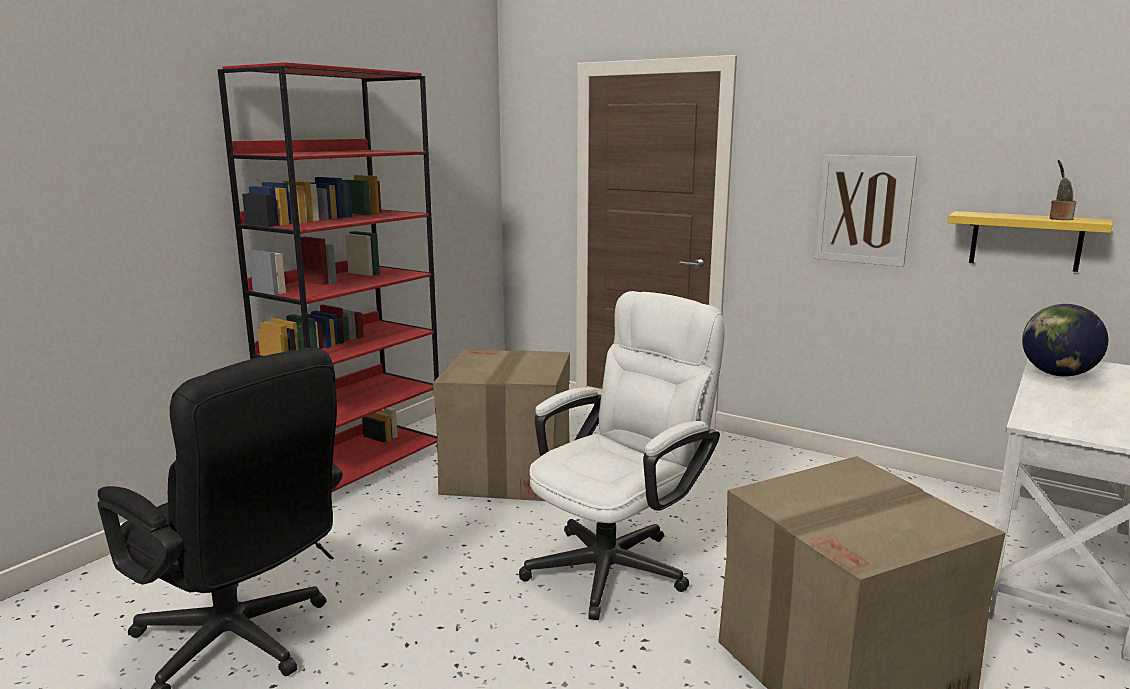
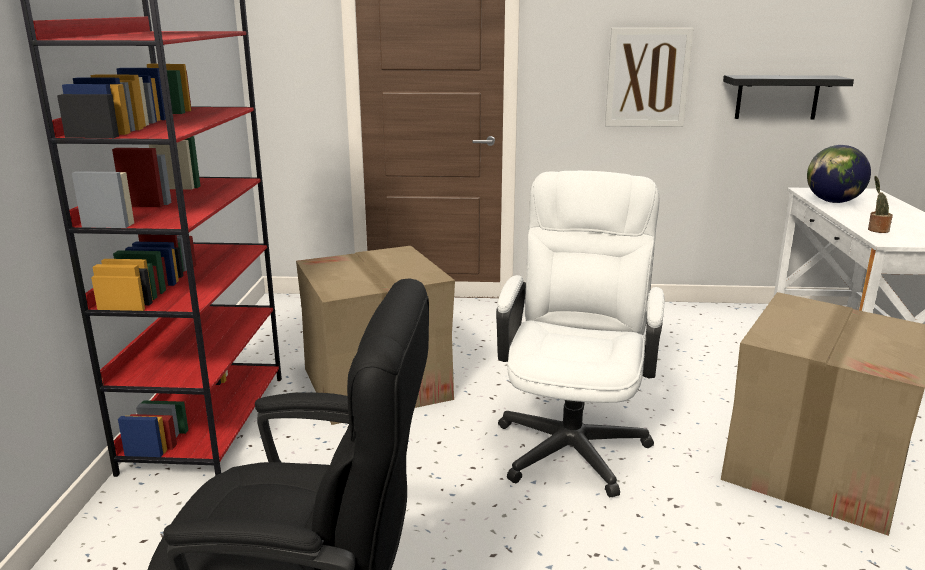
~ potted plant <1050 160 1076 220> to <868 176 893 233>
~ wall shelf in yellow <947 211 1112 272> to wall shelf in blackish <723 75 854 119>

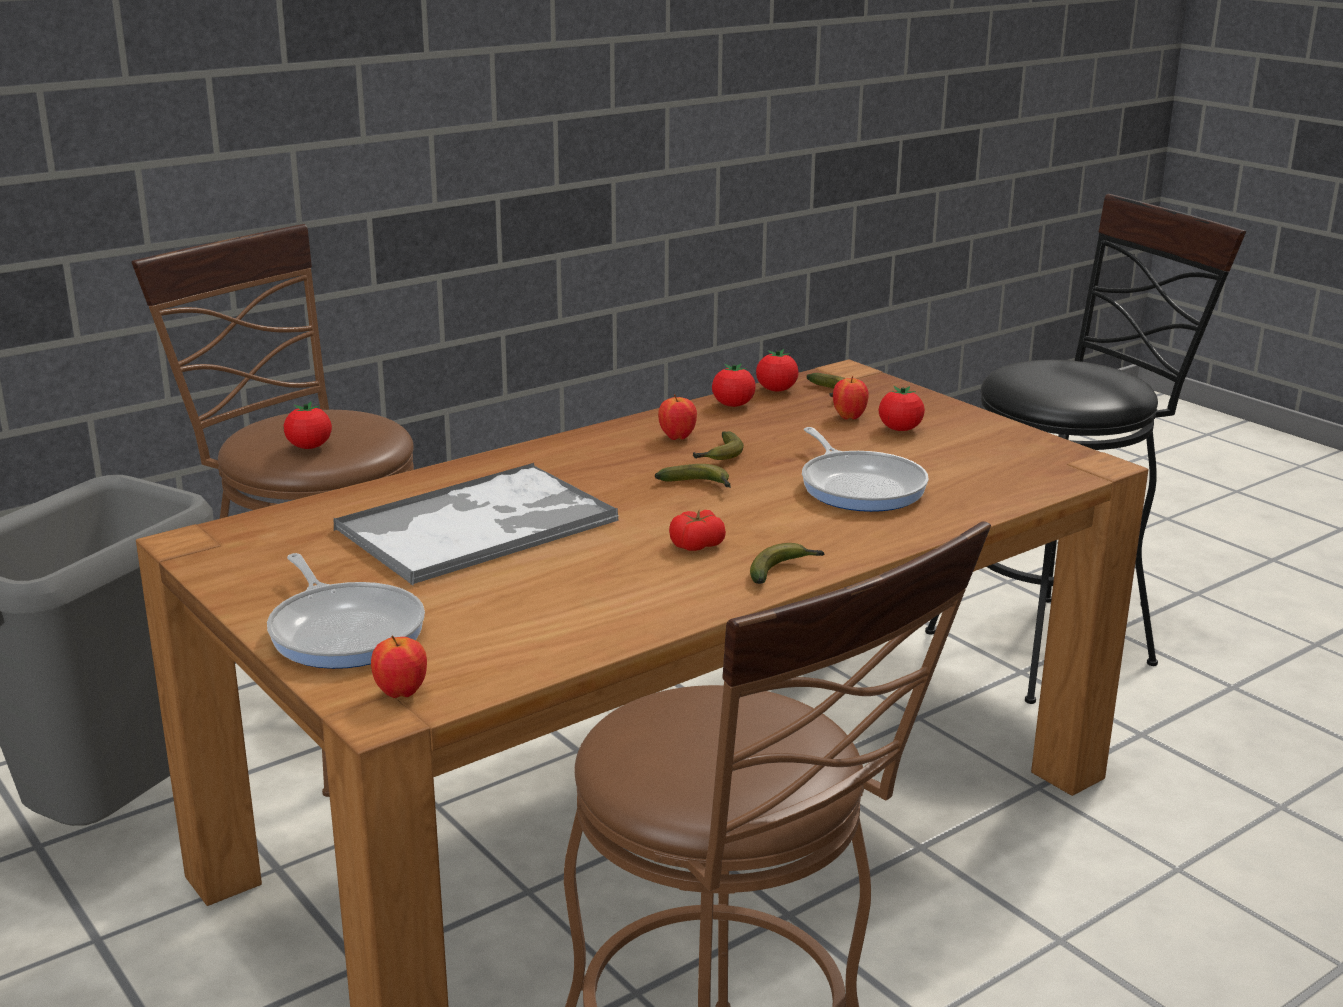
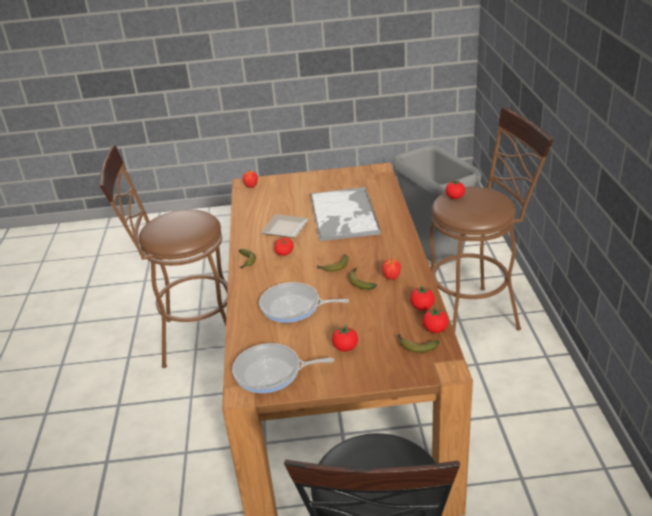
- whole apple <833 376 869 419>
~ frying pan <267 553 425 669> to <232 343 334 393>
+ plate <261 214 309 238>

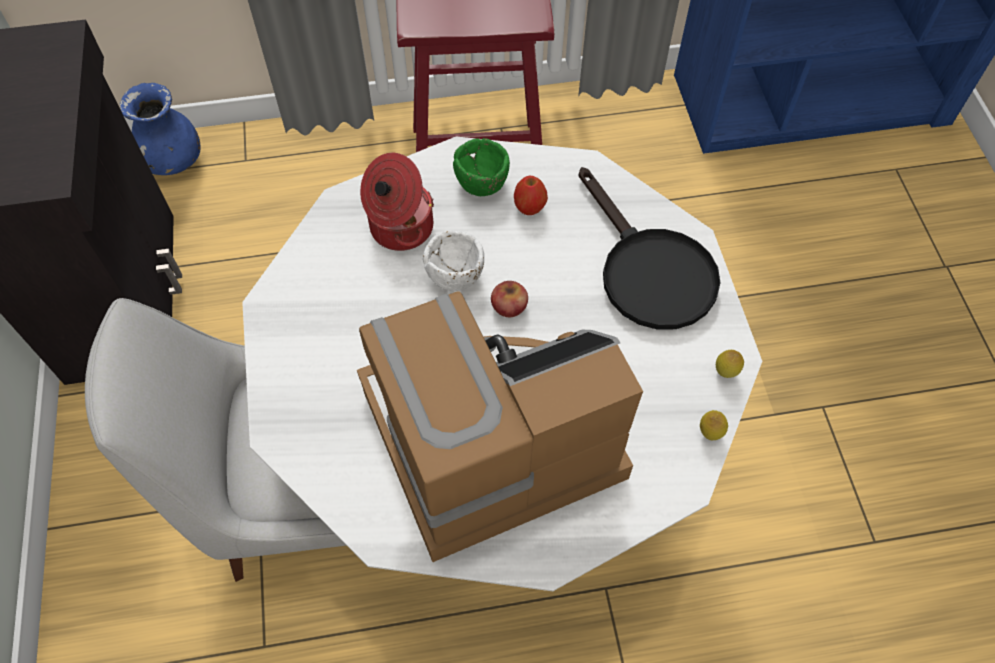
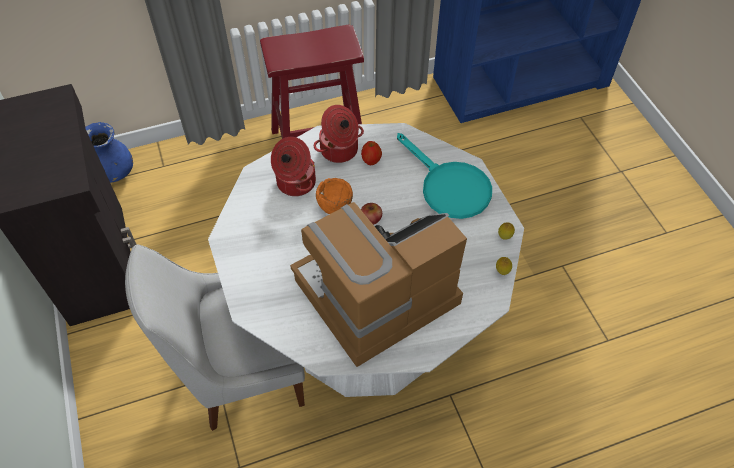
~ serving bowl in greenish <453 138 510 196> to cooking pot <314 105 364 163>
~ frying pan in blackish <579 167 721 330> to frying pan in blue-green <397 133 492 219>
~ serving bowl in white <423 230 484 291> to serving bowl in orangey <316 178 353 214>

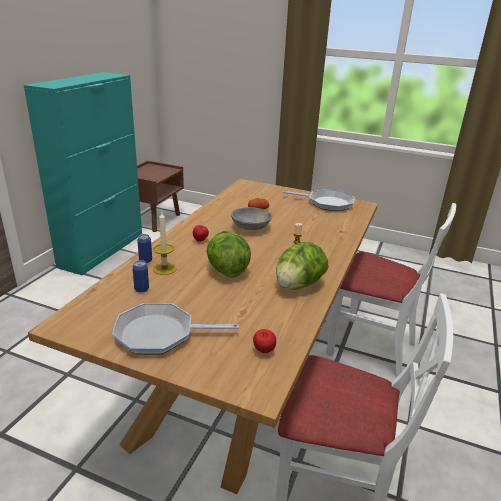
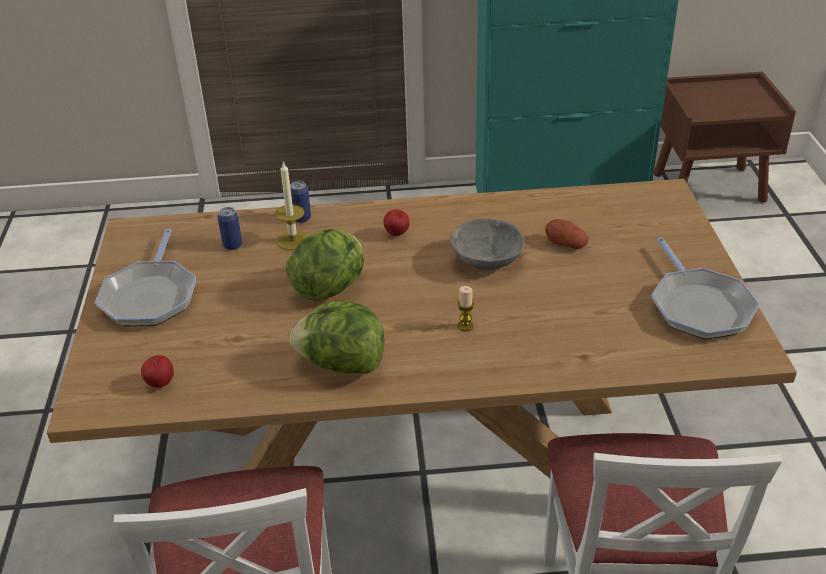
~ frying pan <112 303 239 355> = <95 229 196 326> 150 degrees counterclockwise

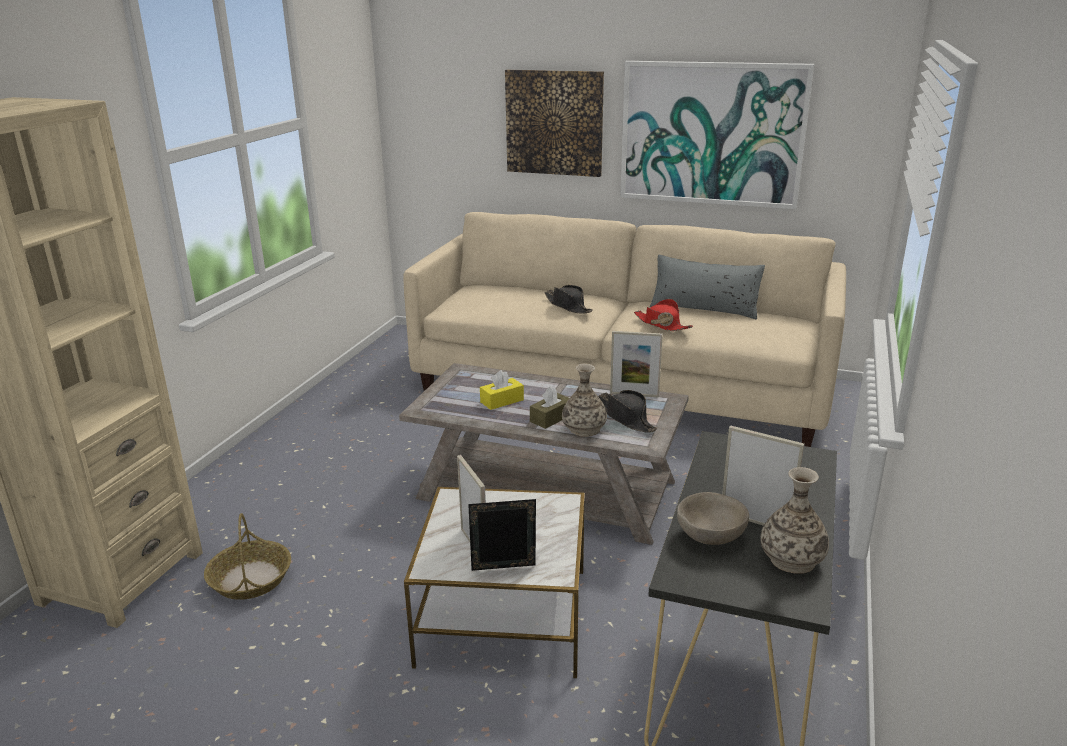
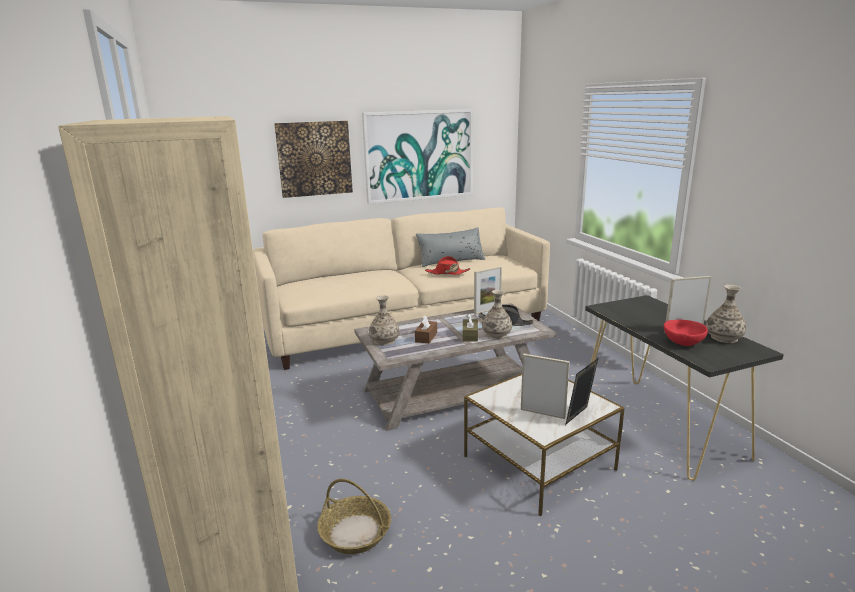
- wearable hat in blackish <544 285 593 314>
~ tissue holder in yellow <480 370 524 410> to tissue holder in brown-coloured <415 315 437 344>
~ serving bowl in beige <677 492 749 545> to serving bowl in red-coloured <664 320 708 346>
+ flower vase <369 296 399 345>

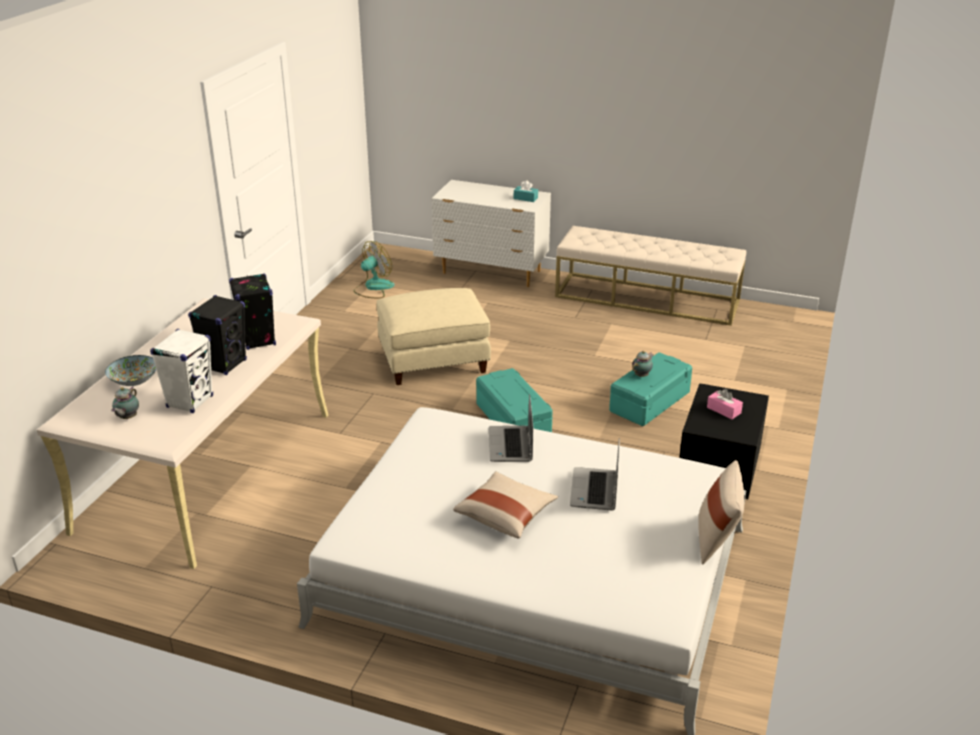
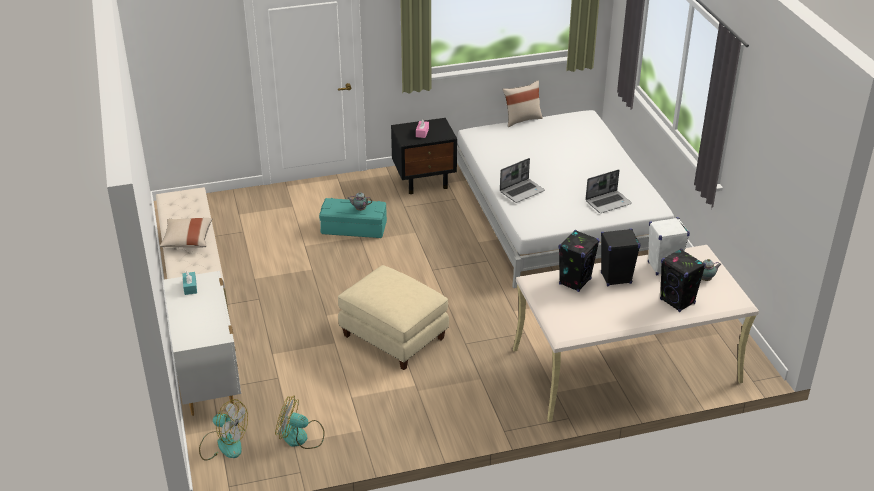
~ serving bowl <105 355 156 386> to loudspeaker in blackish <660 249 706 312>
- storage bin in blue-green <476 368 553 432>
~ notebook computer <570 438 620 511> to <585 169 632 213>
~ pillow in beige <453 471 558 539> to <159 218 212 248>
+ fan <199 399 248 460>

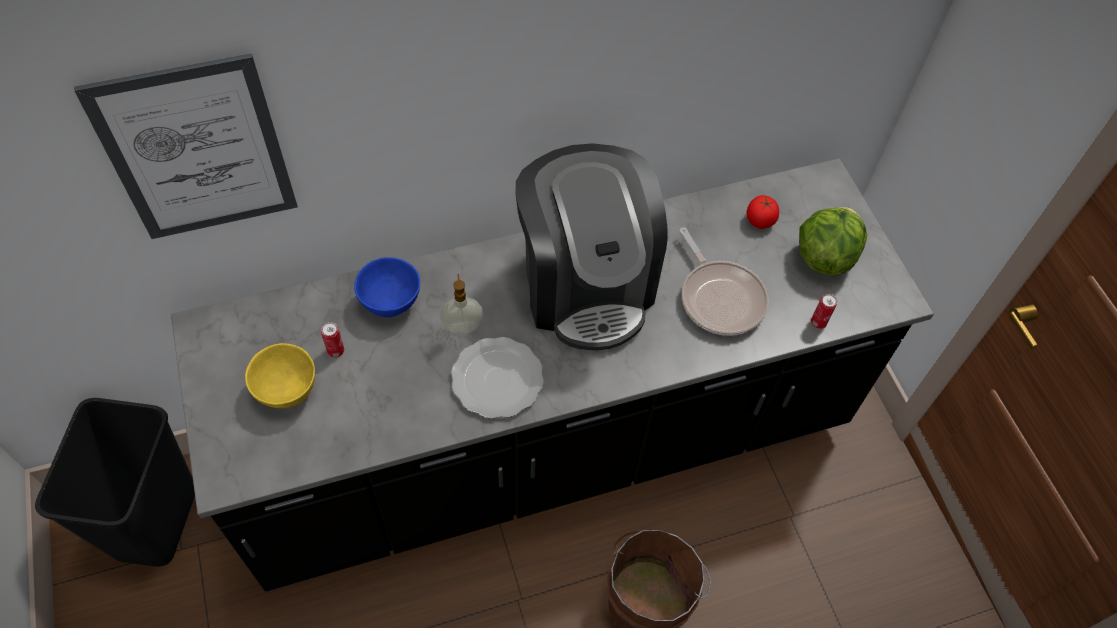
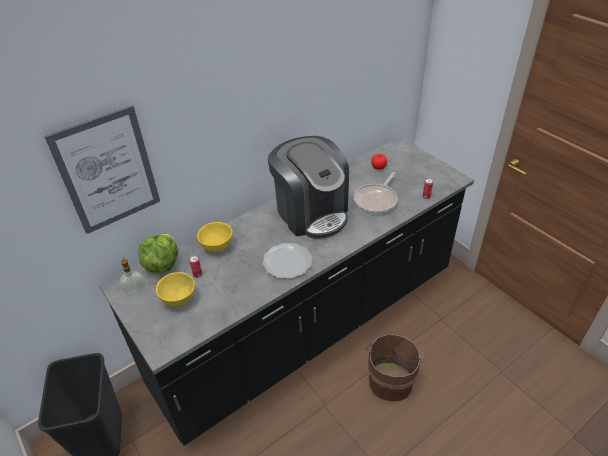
~ head of lettuce <799 207 867 275> to <139 234 178 274>
~ frying pan <679 227 769 336> = <354 172 398 214> 75 degrees clockwise
~ serving bowl in blue-coloured <354 257 420 317> to serving bowl in yellow <197 222 232 252>
~ soap bottle <440 274 484 334> to <119 257 146 296>

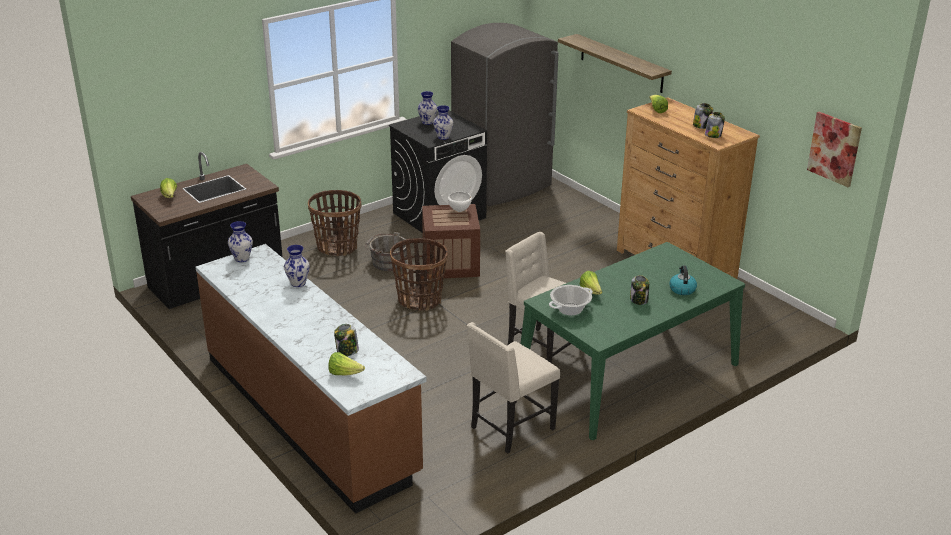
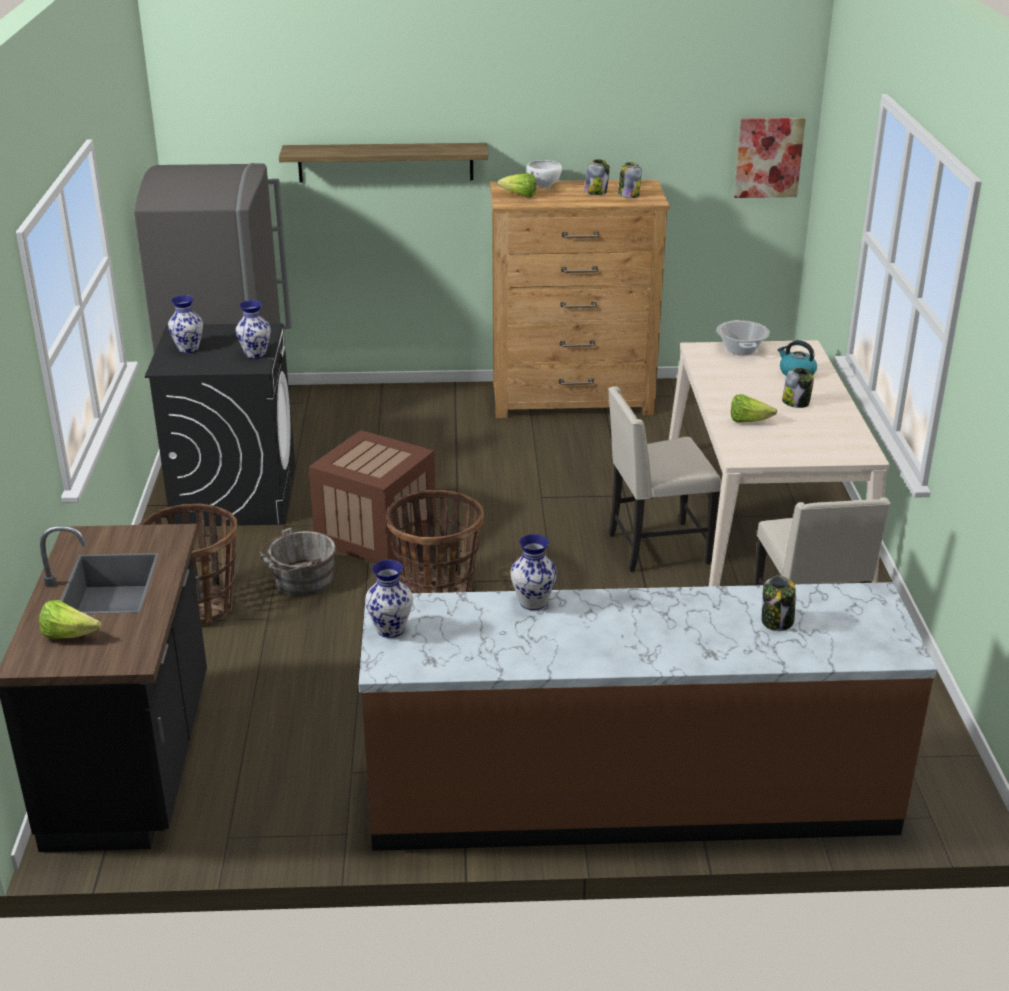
~ serving bowl in white <448 192 472 212> to <527 160 562 188>
~ kitchen table in greenish <520 242 745 440> to kitchen table in beige <669 340 889 586>
~ cooking pot <549 285 593 315> to <716 320 770 355>
- head of lettuce <328 352 365 375>

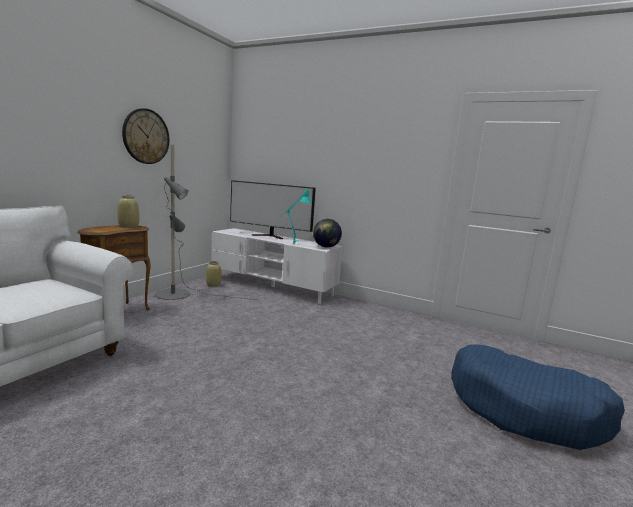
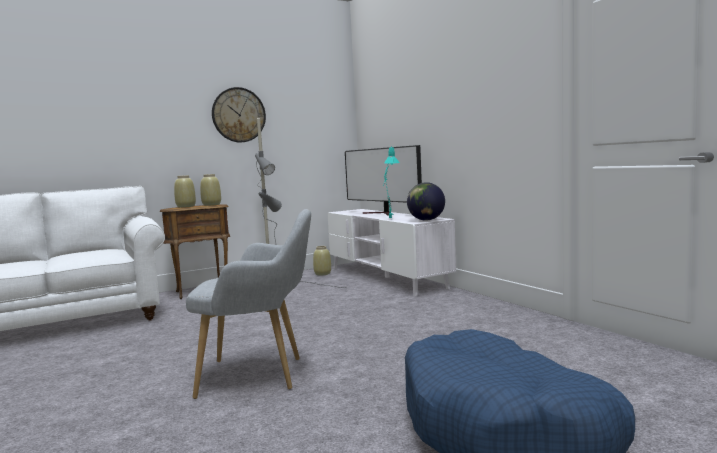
+ flower vase in beige <174 175 196 208>
+ easy chair in gray <186 209 311 399>

